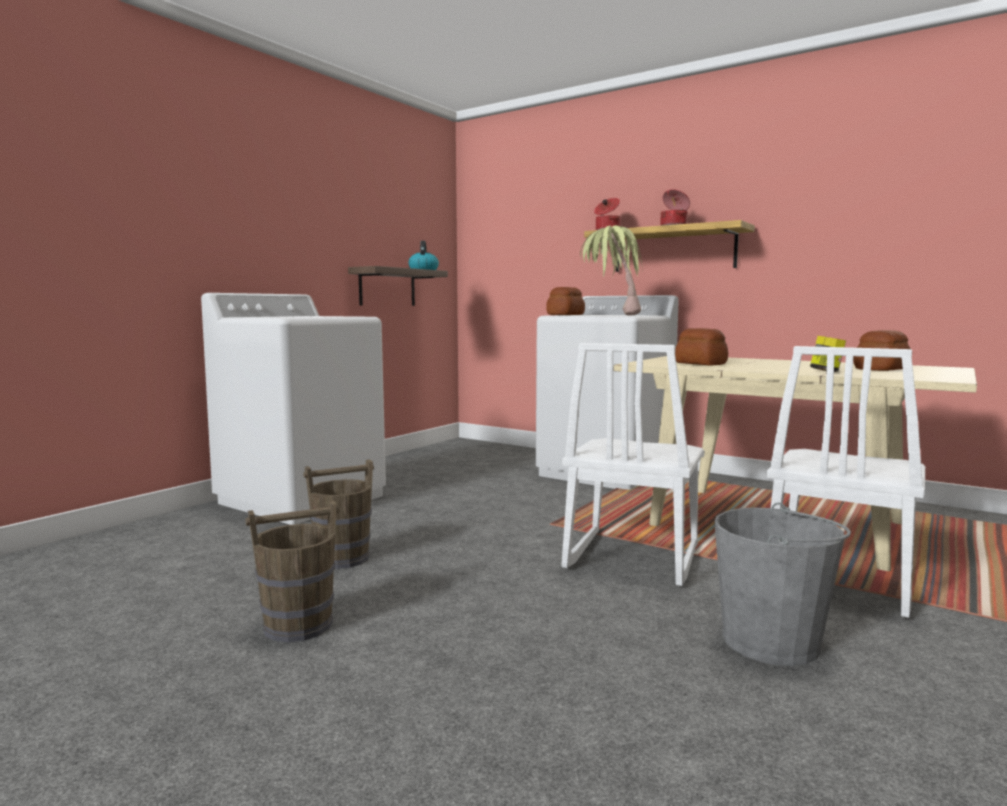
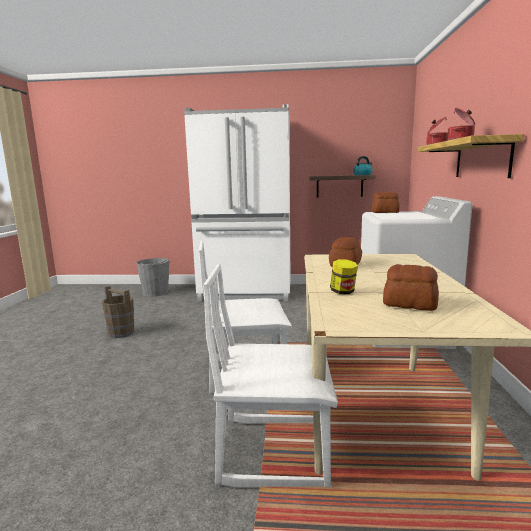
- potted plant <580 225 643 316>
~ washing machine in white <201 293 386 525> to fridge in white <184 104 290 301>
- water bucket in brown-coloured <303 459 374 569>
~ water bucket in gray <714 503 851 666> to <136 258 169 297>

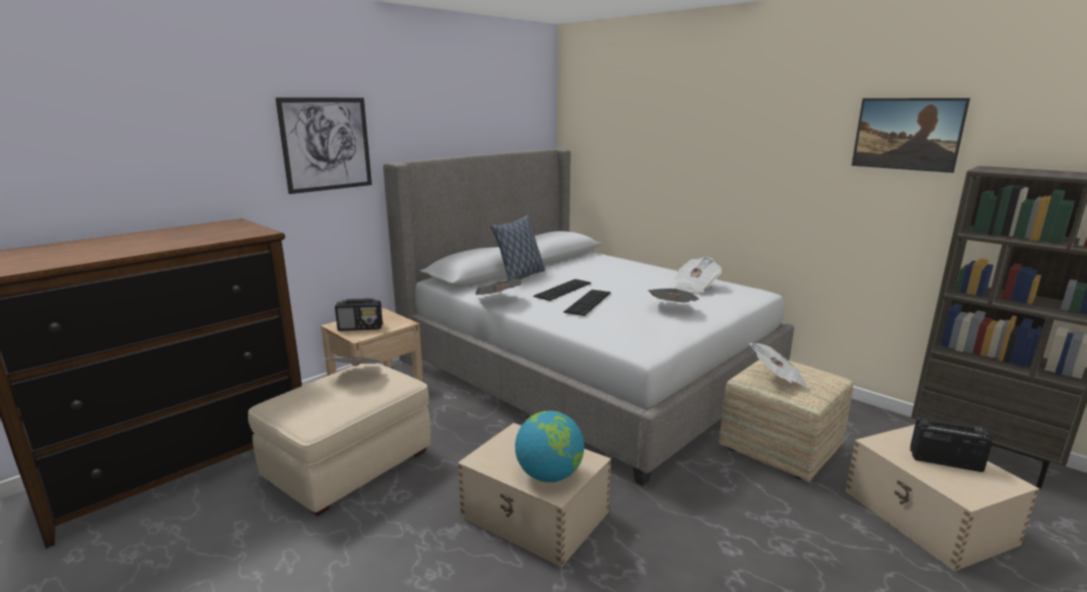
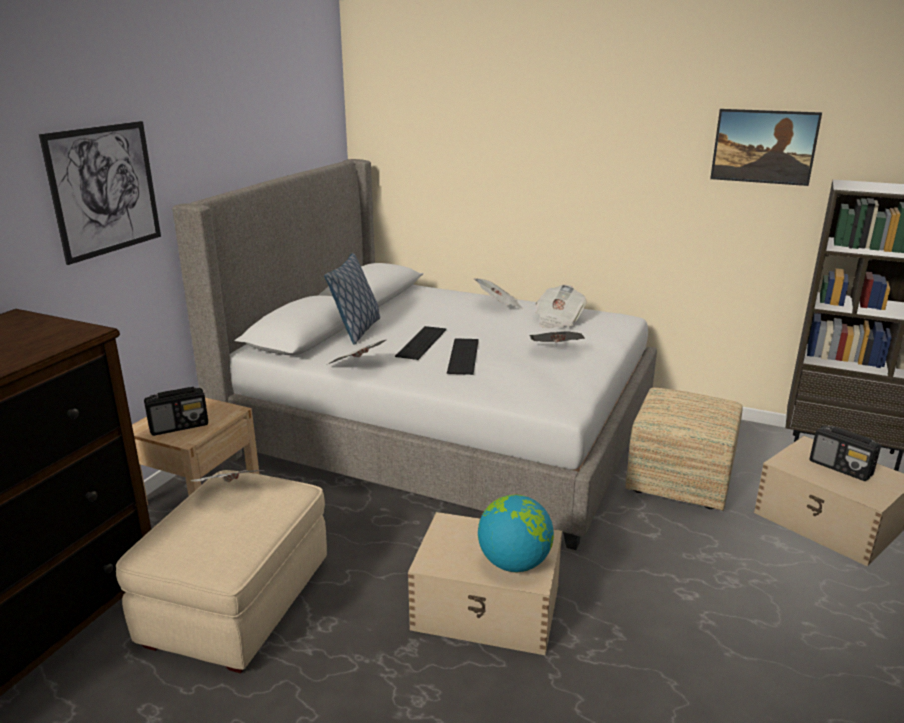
~ newspaper <749 343 810 388> to <473 278 523 308>
~ radio receiver <910 417 992 472> = <810 425 881 481> 135 degrees counterclockwise

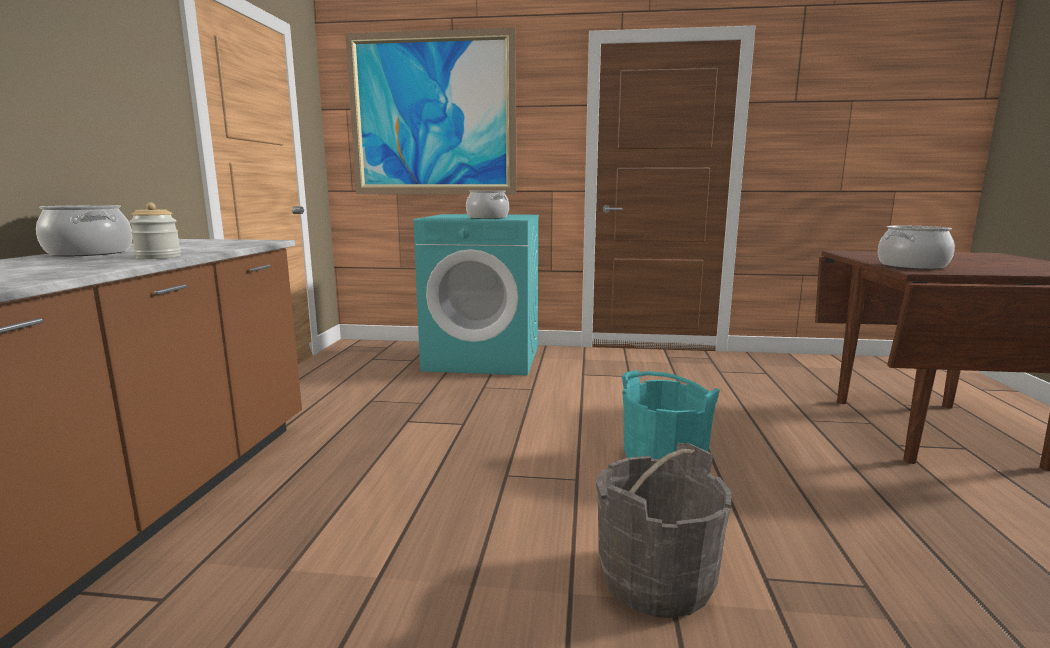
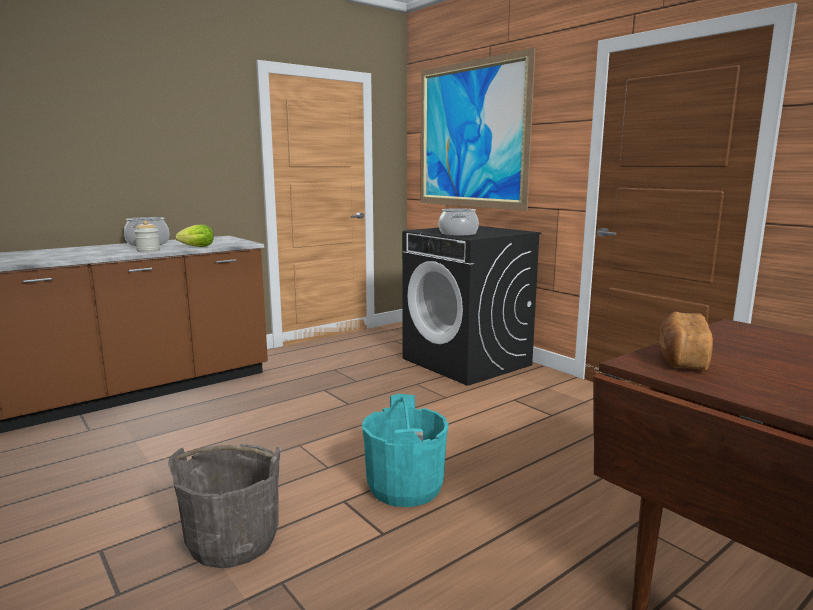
~ washing machine in blue-green <413 214 539 376> to washing machine in blackish <402 226 542 386>
~ cooking pot <878 226 955 269> to bakery bread <659 312 713 370>
+ head of lettuce <175 225 214 247>

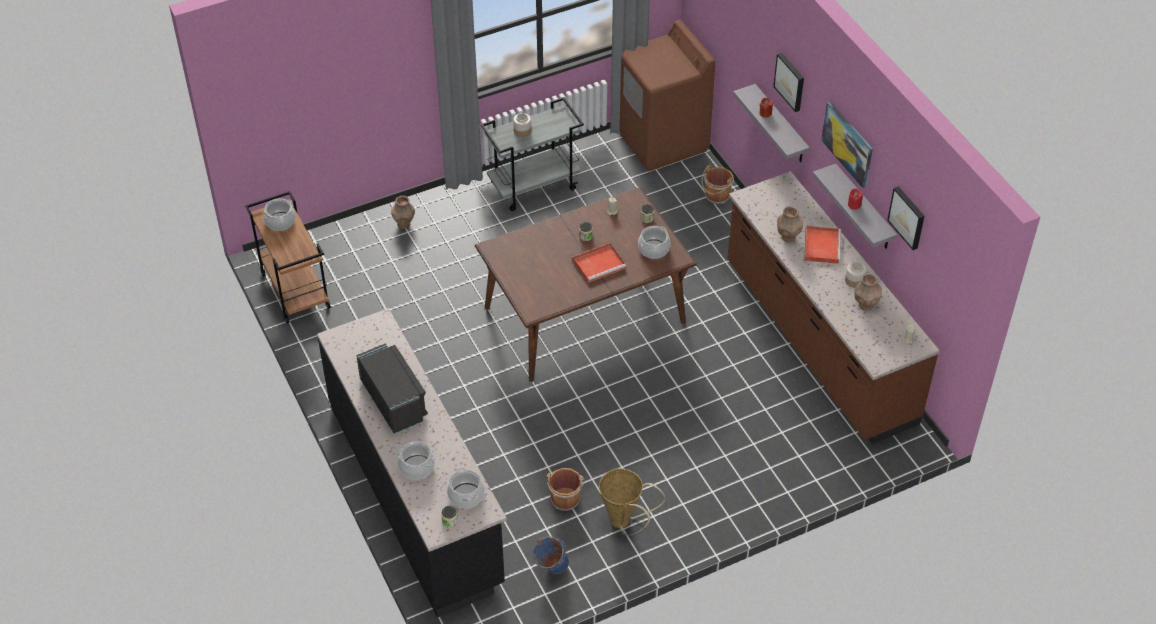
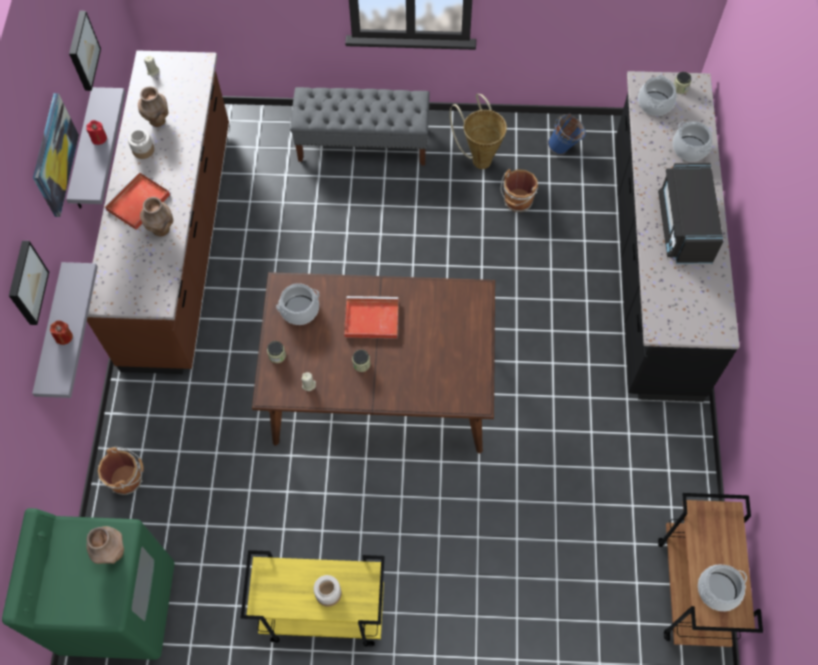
~ washing machine in brown-coloured <619 20 715 171> to washing machine in greenish <2 508 175 660>
~ trolley in gray <481 97 584 211> to trolley in yellow <241 550 385 647>
~ flower vase in brown-coloured <391 196 415 229> to <86 526 124 564>
+ long seat in gray <290 87 430 166>

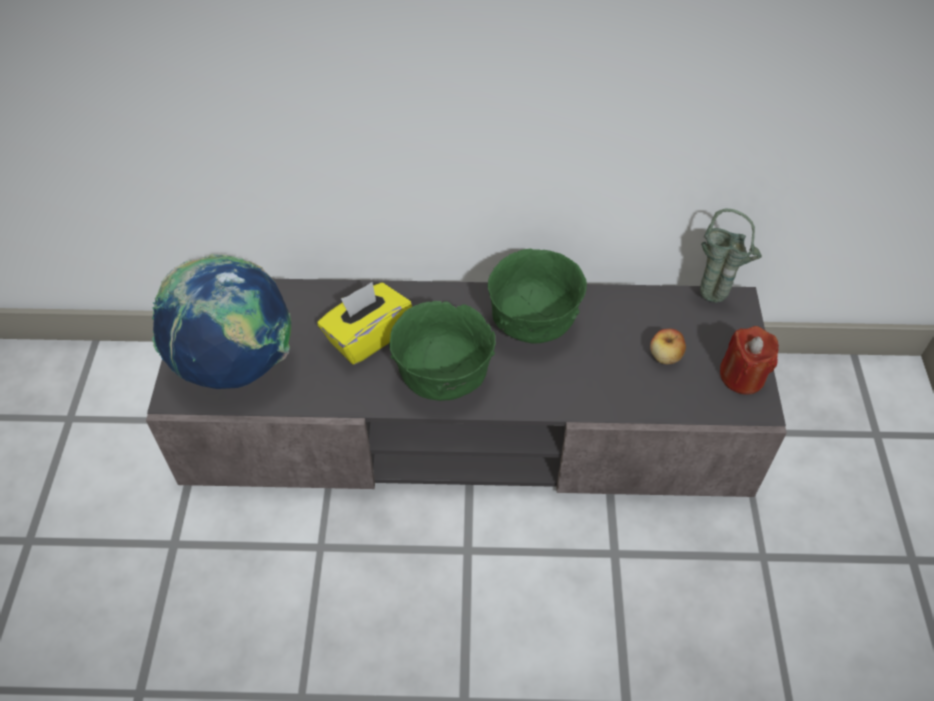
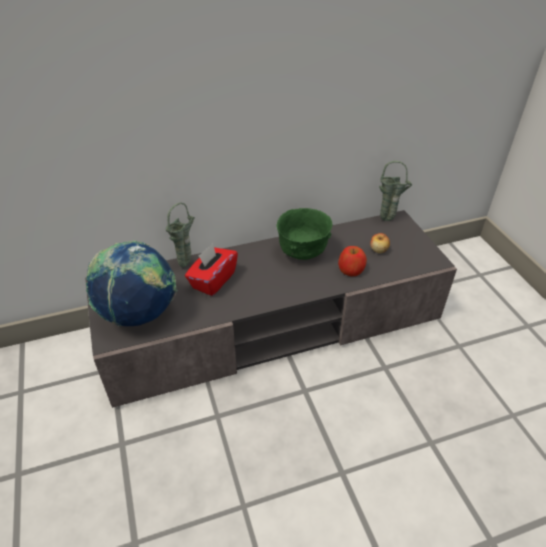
~ tissue holder in yellow <318 282 412 365> to tissue holder in red-coloured <185 243 238 296>
- serving bowl in greenish <389 301 496 401>
- wax candle in red-coloured <720 326 779 395>
+ flower vase in greenish <166 202 194 268>
+ whole apple <338 246 367 276>

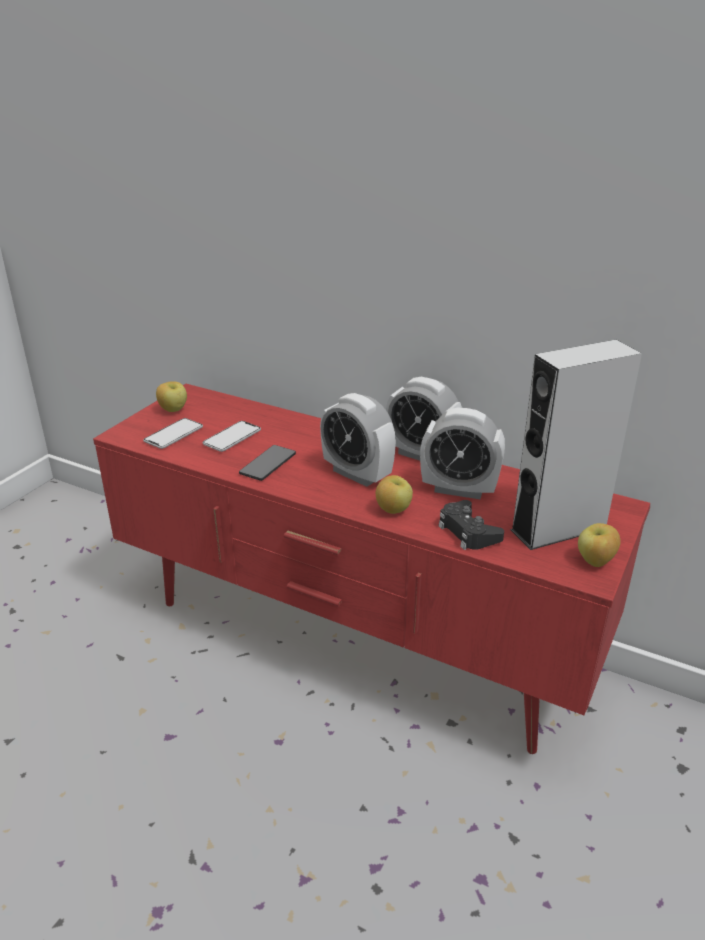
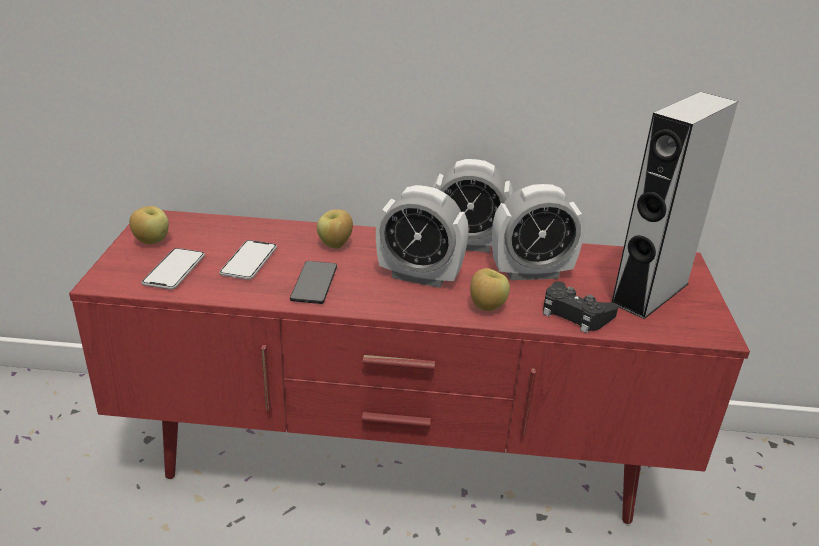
~ whole apple <578 523 620 567> to <317 209 353 249>

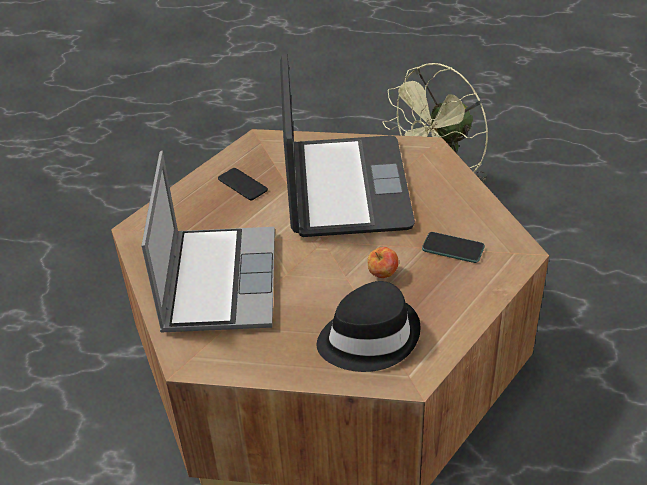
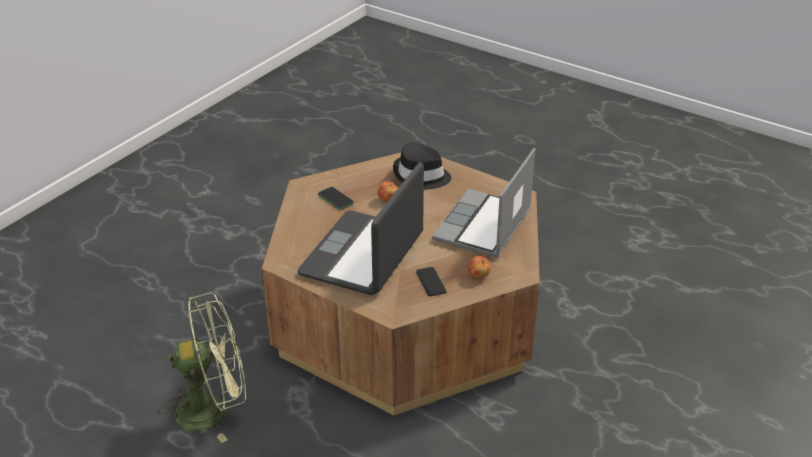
+ whole apple <468 256 491 279>

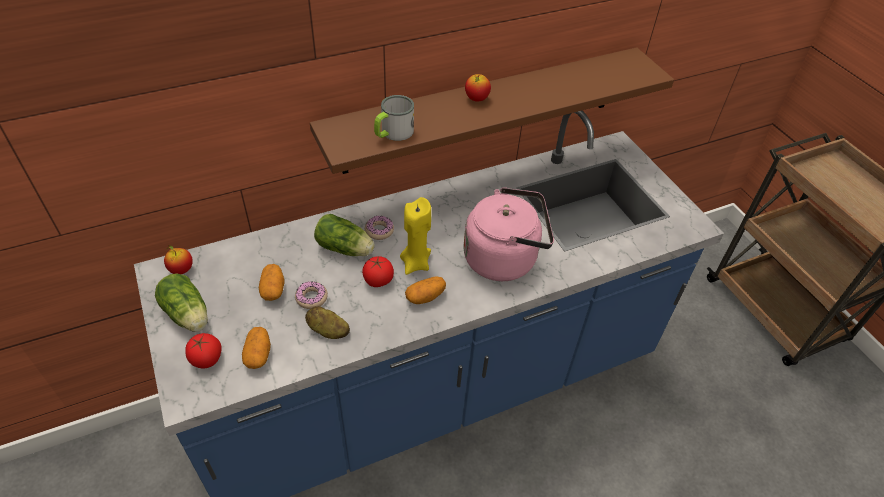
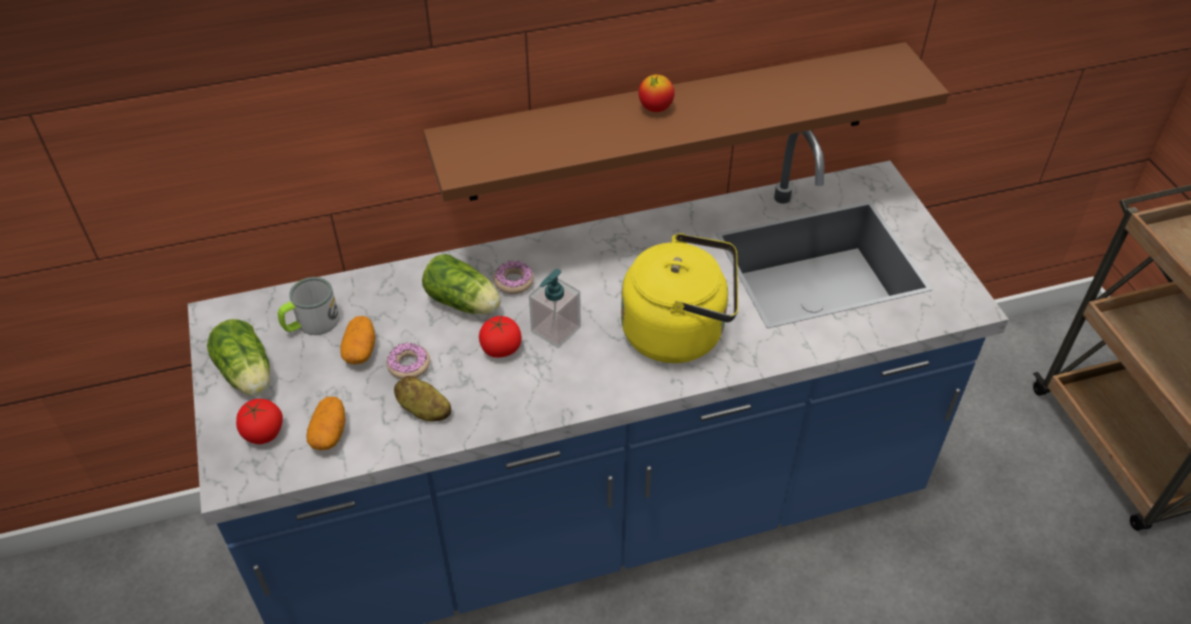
~ coffee mug <374 95 414 141> to <278 277 339 335>
~ tea kettle in pink-coloured <463 187 554 281> to tea kettle in yellow <621 233 738 363>
~ wax candle in yellow <400 197 431 275> to soap bottle <529 269 581 348>
- whole apple <164 245 193 274>
- spud <405 276 446 304>

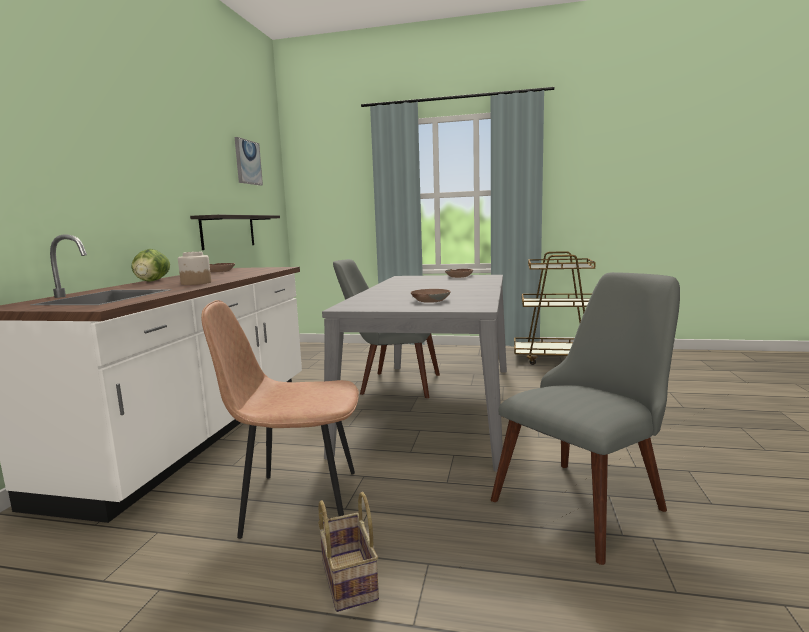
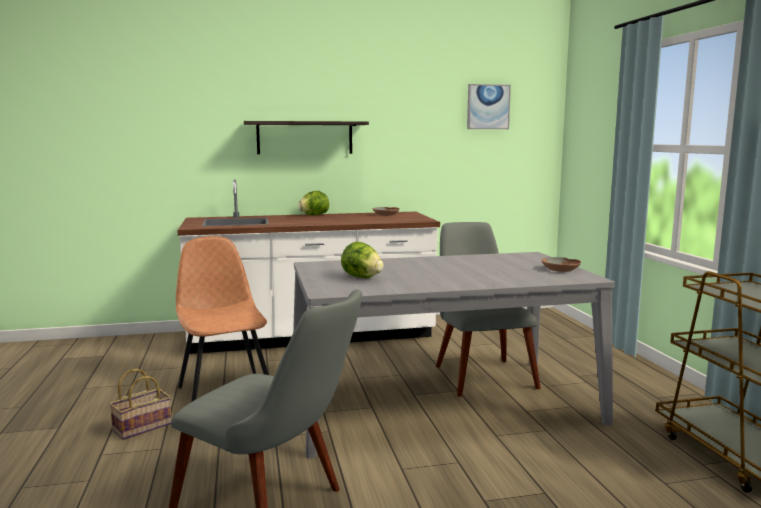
~ wall shelf <190 215 280 250> to <244 121 369 154>
- storage jar <178 252 211 285>
~ serving bowl in brown-coloured <411 289 451 303> to head of lettuce <341 242 384 278>

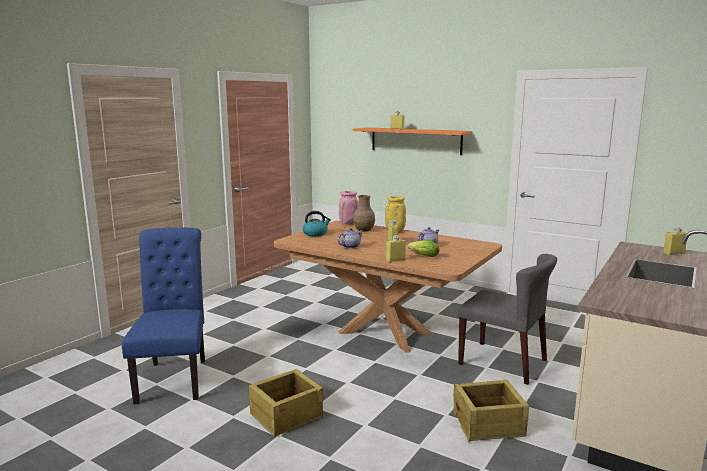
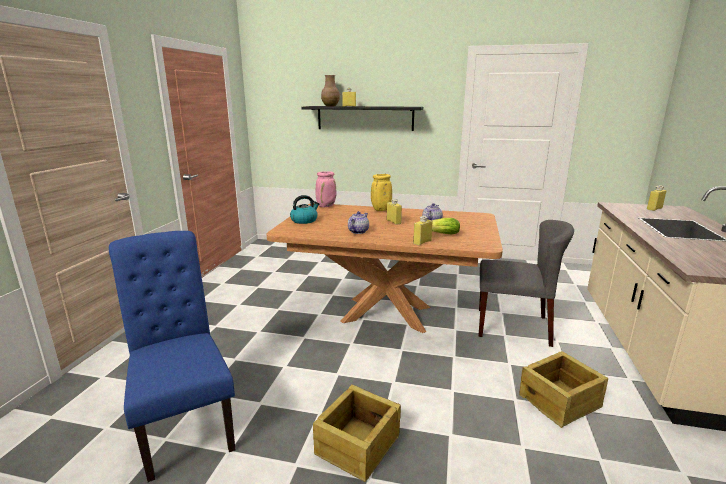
~ wall shelf in orangey <353 127 472 155> to wall shelf in blackish <301 106 423 131>
~ flower vase in brown-coloured <353 195 375 231> to <321 75 340 106>

